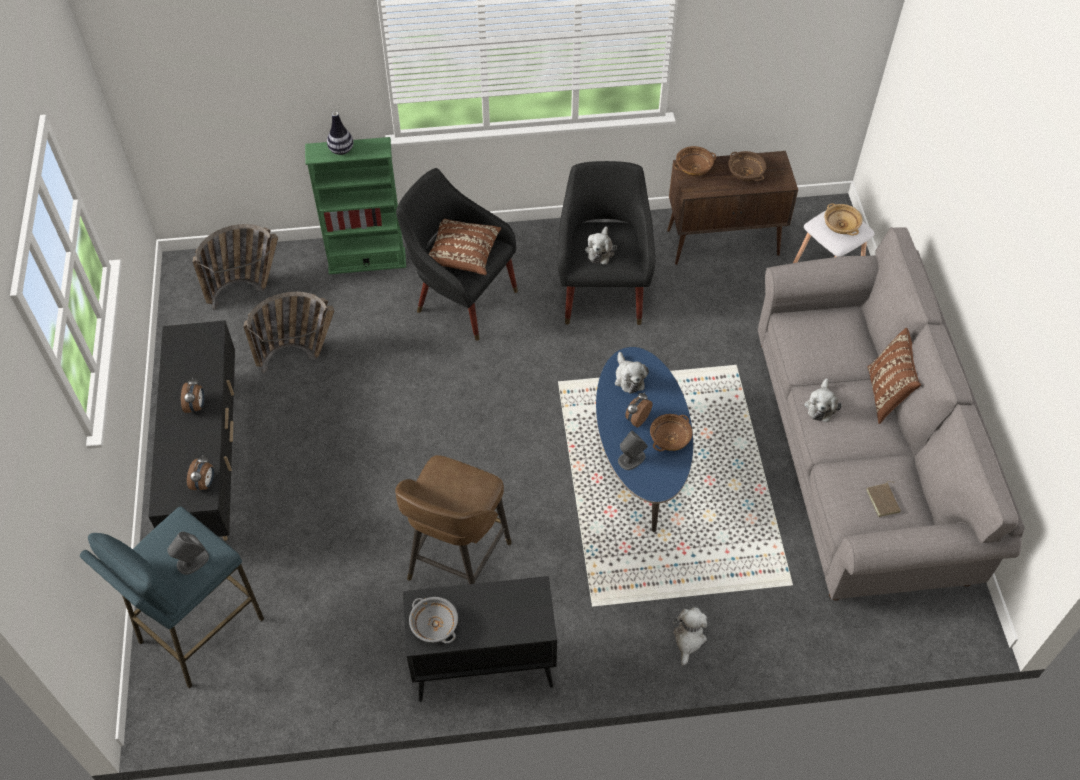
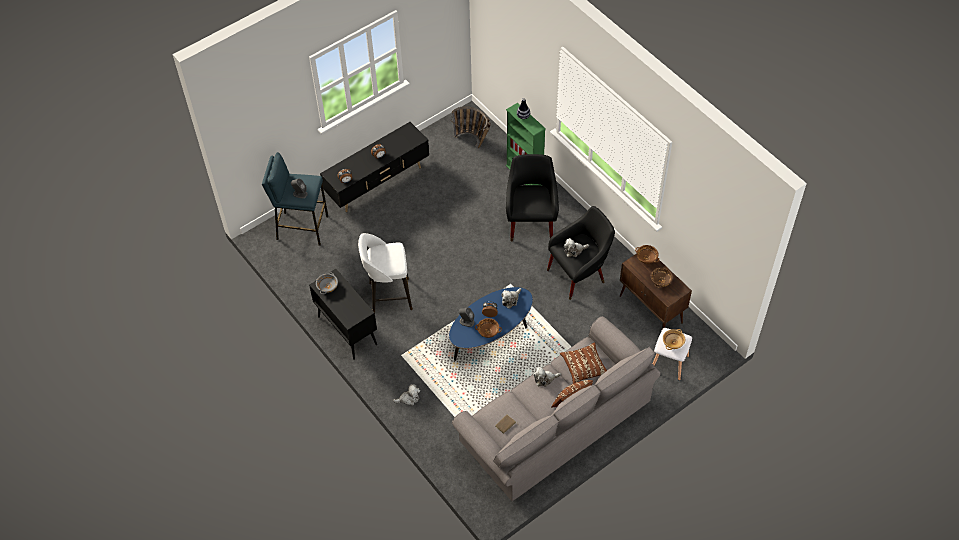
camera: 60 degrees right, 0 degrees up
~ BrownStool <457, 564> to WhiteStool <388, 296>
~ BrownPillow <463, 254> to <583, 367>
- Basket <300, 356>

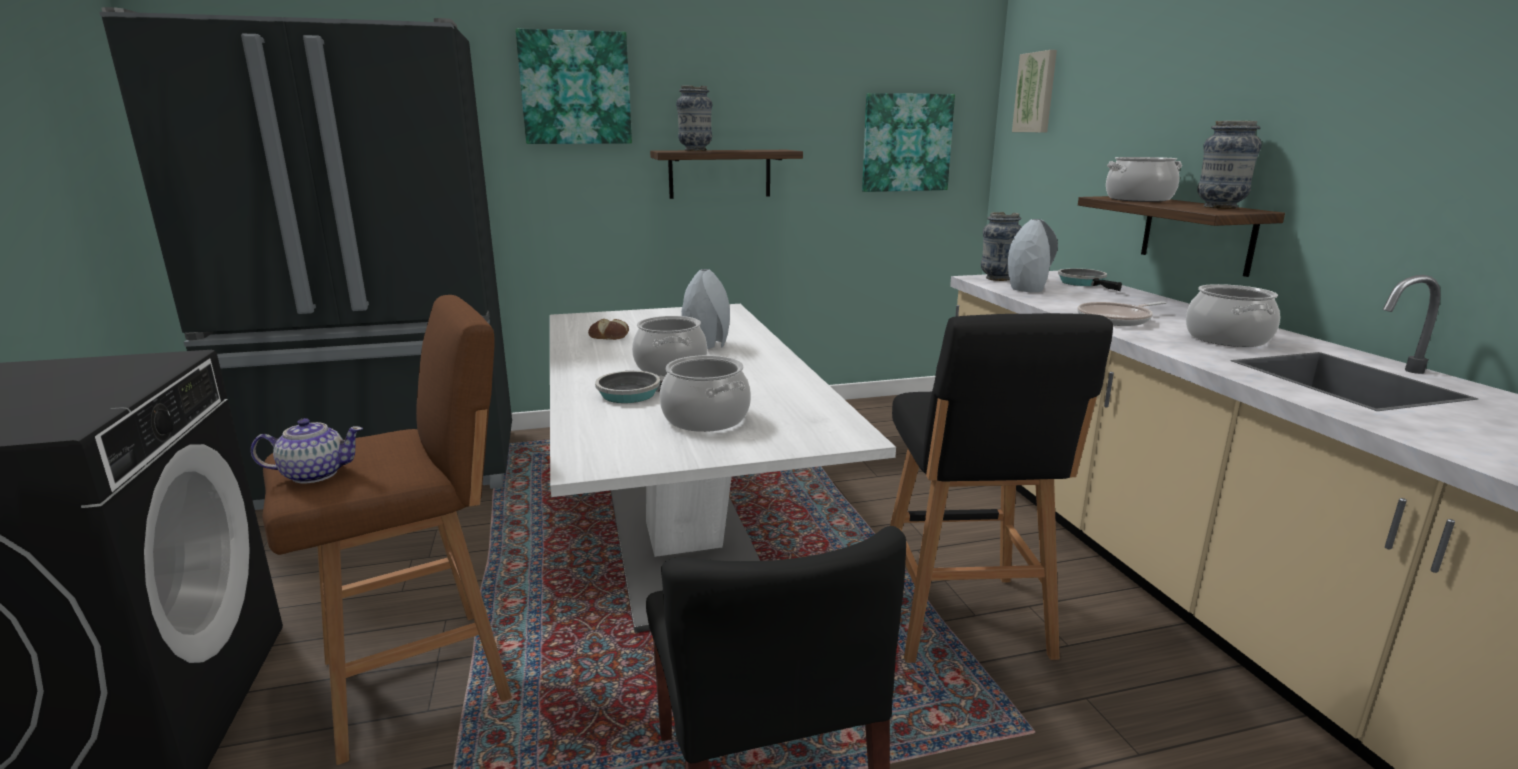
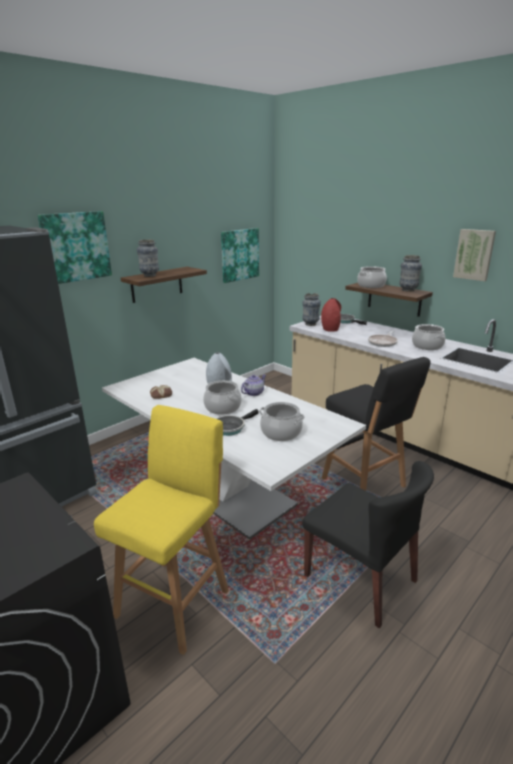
camera: 30 degrees left, 5 degrees up
~ BrownStool <424, 676> to YellowStool <175, 600>
~ Teapot <314, 474> to <253, 393>
~ GreyVase <1027, 289> to RedVase <330, 329>
~ Picture <1036, 92> to <474, 254>

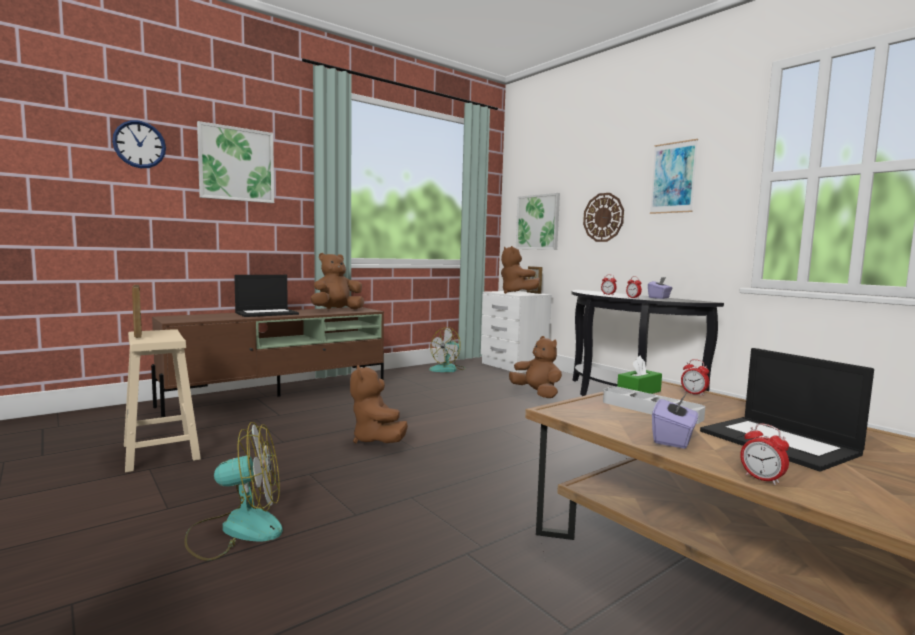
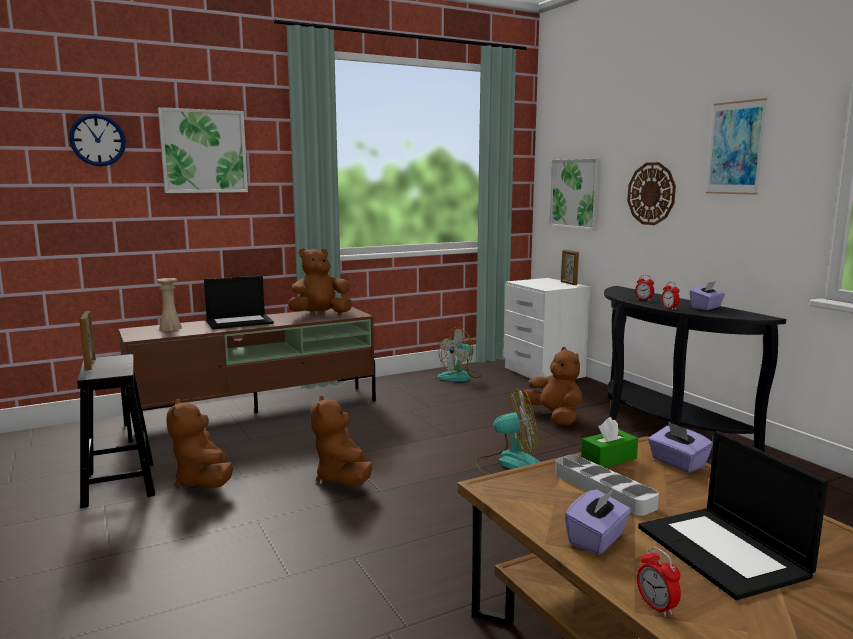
camera: 10 degrees right, 5 degrees up
~ BeigeStool <161, 452> to BlackStool <119, 484>
+ BeigeVase <170, 328>
~ BrownPlushToy <515, 293> to <204, 482>
~ Fan <236, 529> to <508, 464>
~ AlarmClock <693, 393> to PurpleTissueBox <677, 463>

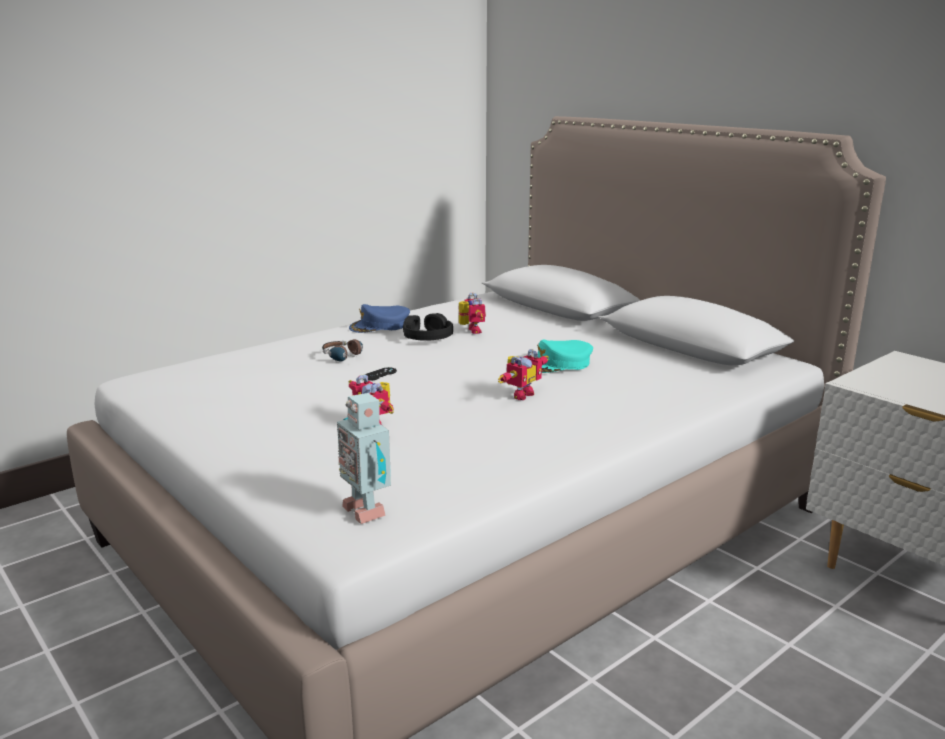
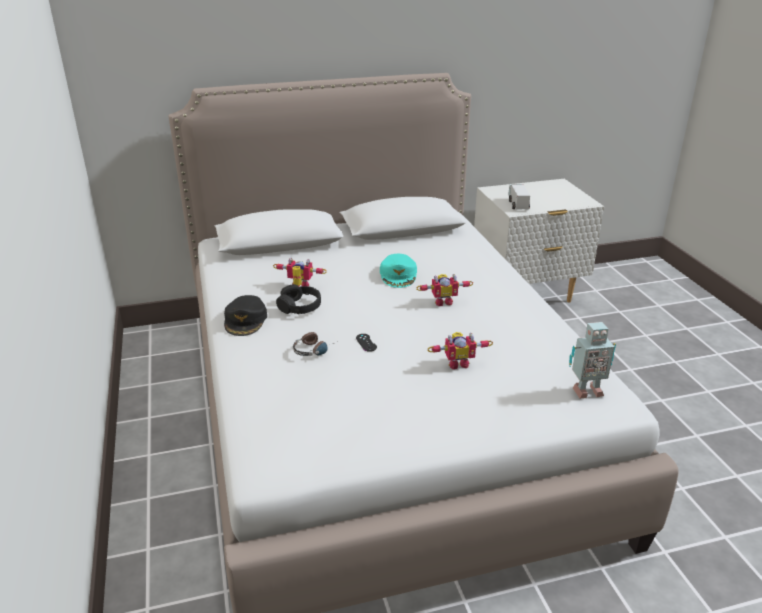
camera: 65 degrees left, 10 degrees up
~ BlueCap <380, 326> to BlackCap <246, 320>
~ ToyRobot <519, 394> = <443, 301> 105 degrees clockwise
+ ToyTruck <518, 204>

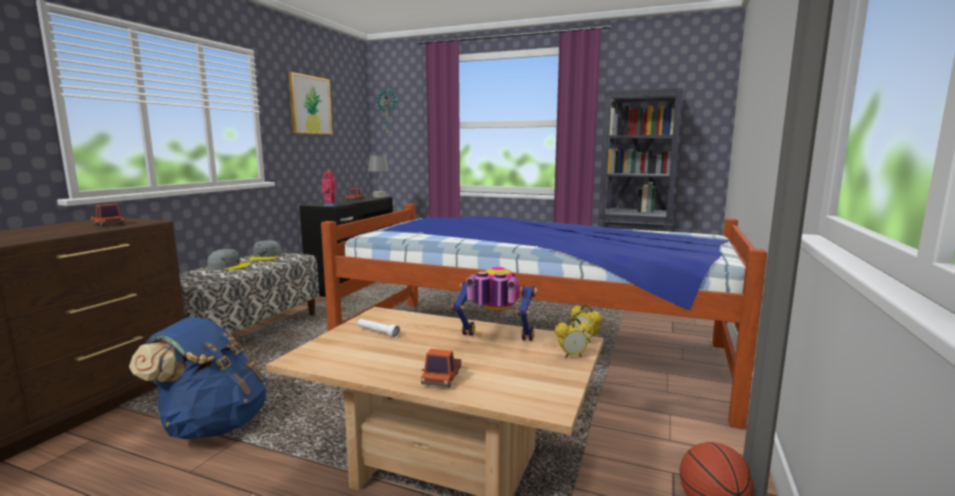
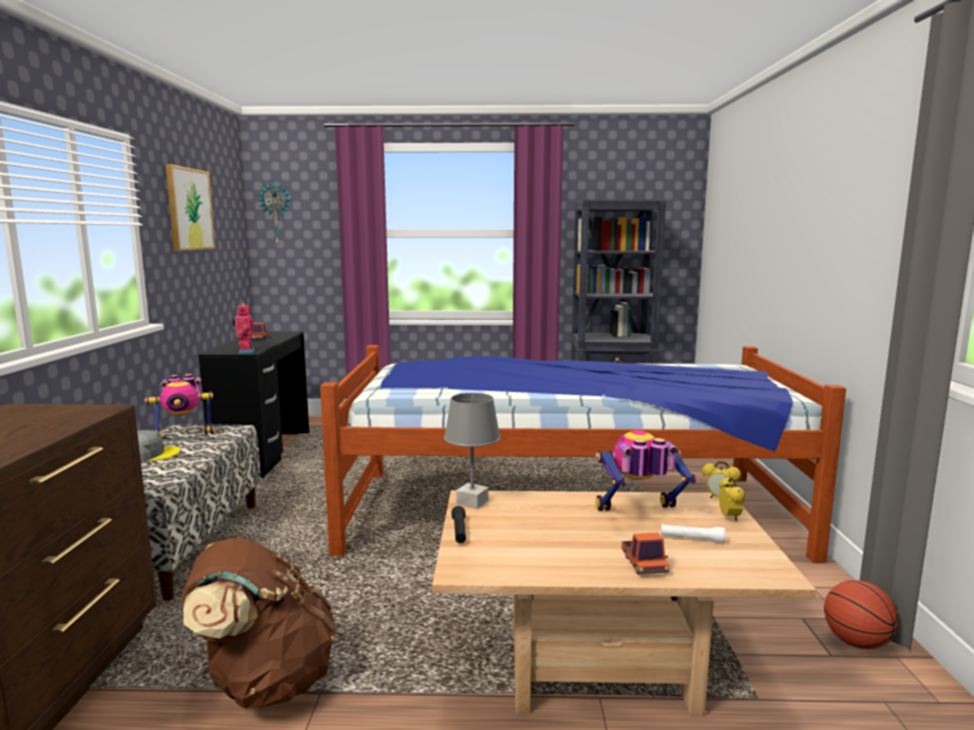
camera: 20 degrees left, 0 degrees up
~ GreyCap <266, 256> to ToyRobot <184, 434>
~ BlueBackpack <212, 425> to BrownBackpack <265, 682>
~ GreyTableLamp <379, 197> to <471, 502>
+ BlackFlashlight <459, 531>
~ WhiteFlashlight <378, 332> to <691, 539>
~ AlarmClock <572, 356> = <729, 517> 60 degrees counterclockwise
- ToyTruck <108, 224>

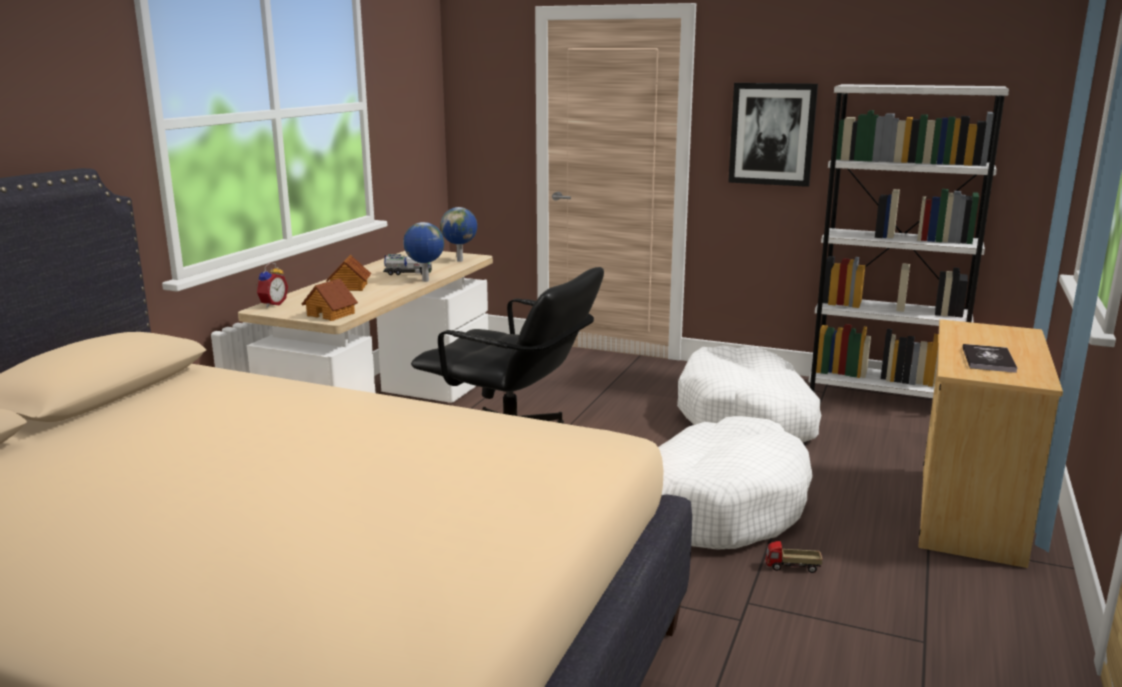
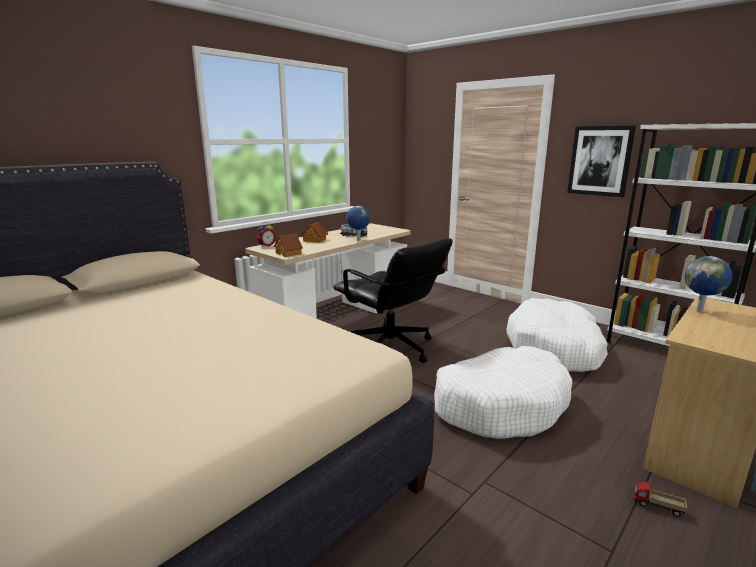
camera: 20 degrees right, 0 degrees up
~ ToyTruck <792, 568> to <657, 507>
~ Globe <460, 261> to <700, 311>
- Book <988, 360>

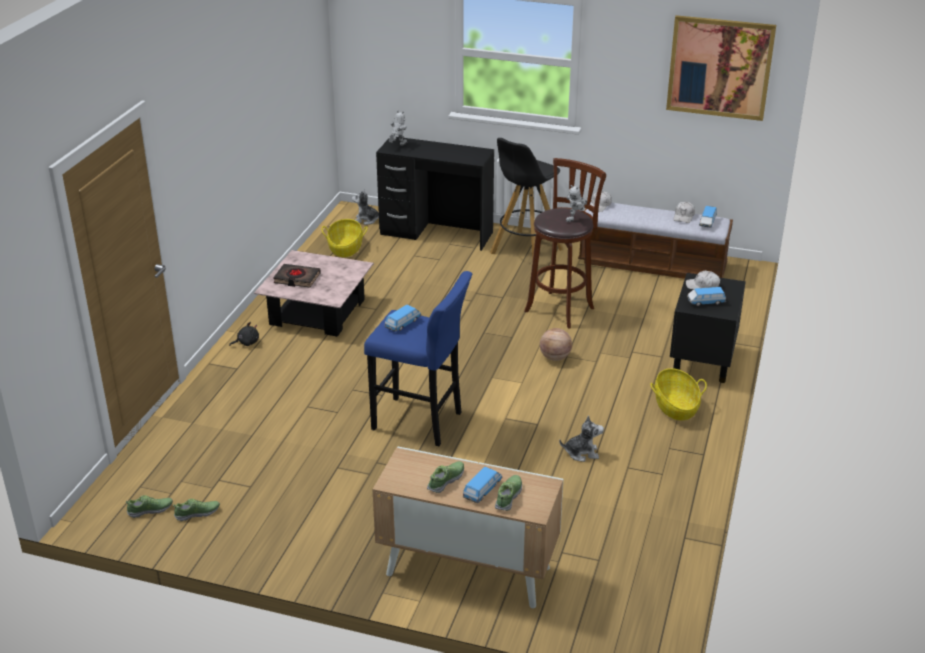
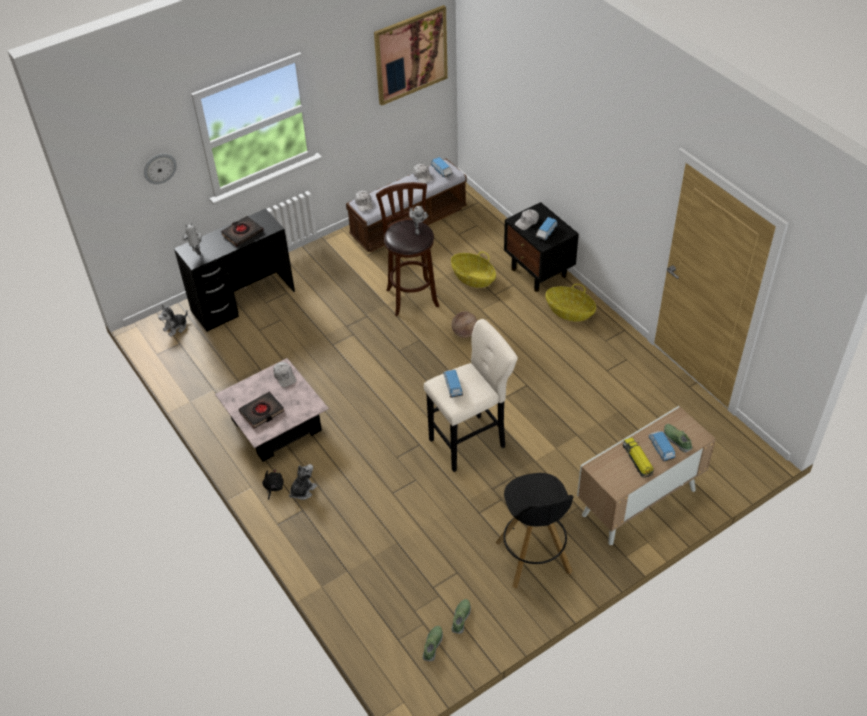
camera: 50 degrees left, 15 degrees up
+ WallClock <159, 168>
+ BlackBook <242, 233>
+ WhiteCap <285, 376>
~ PlushToy <581, 453> to <303, 490>
~ BlueStool <421, 422> to BeigeStool <470, 441>
~ Basket <345, 248> to <473, 278>
~ BlackStool <525, 252> to <534, 558>
~ Shoe <446, 480> to ToyTruck <637, 460>

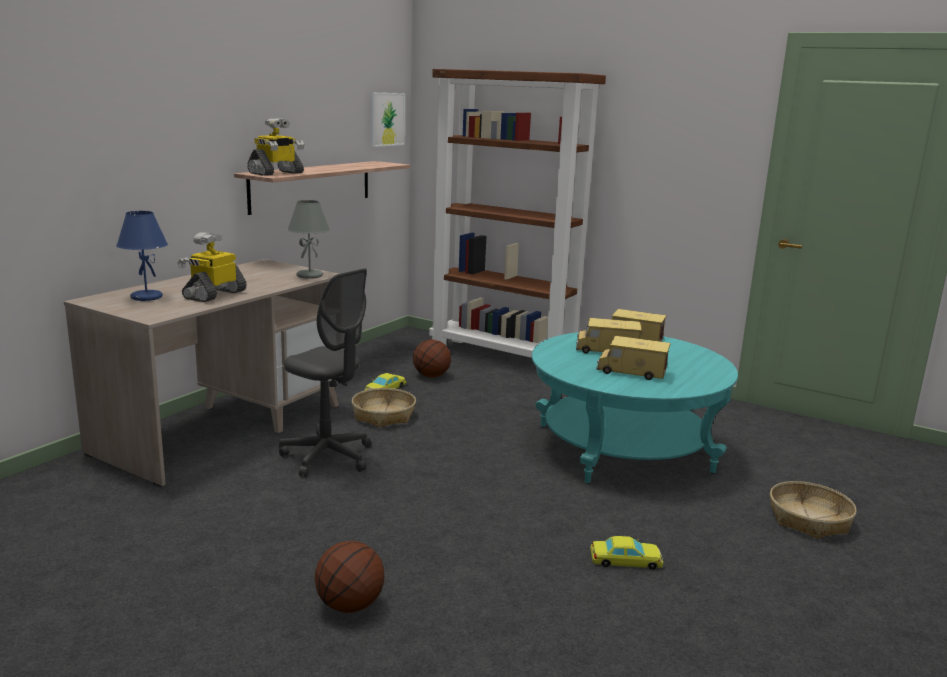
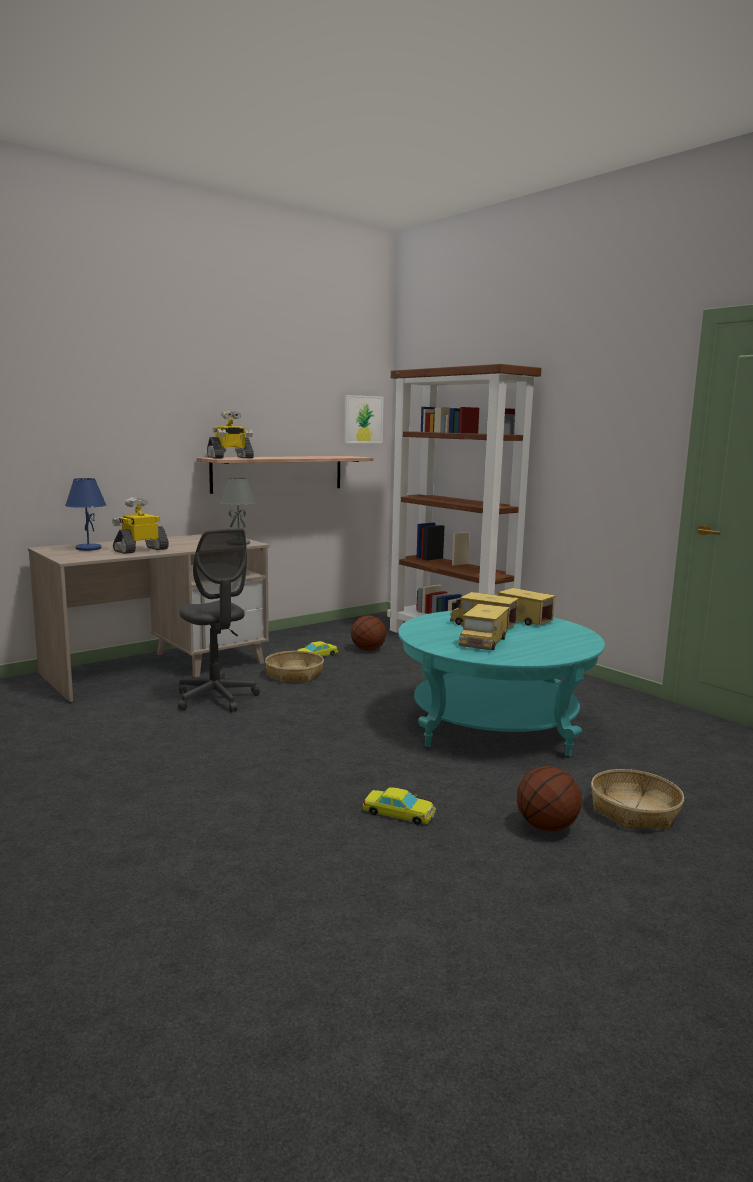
camera: 20 degrees right, 5 degrees down
~ ToyTruck <631, 372> = <483, 642> 105 degrees counterclockwise
~ Basketball <349, 605> to <546, 827>

